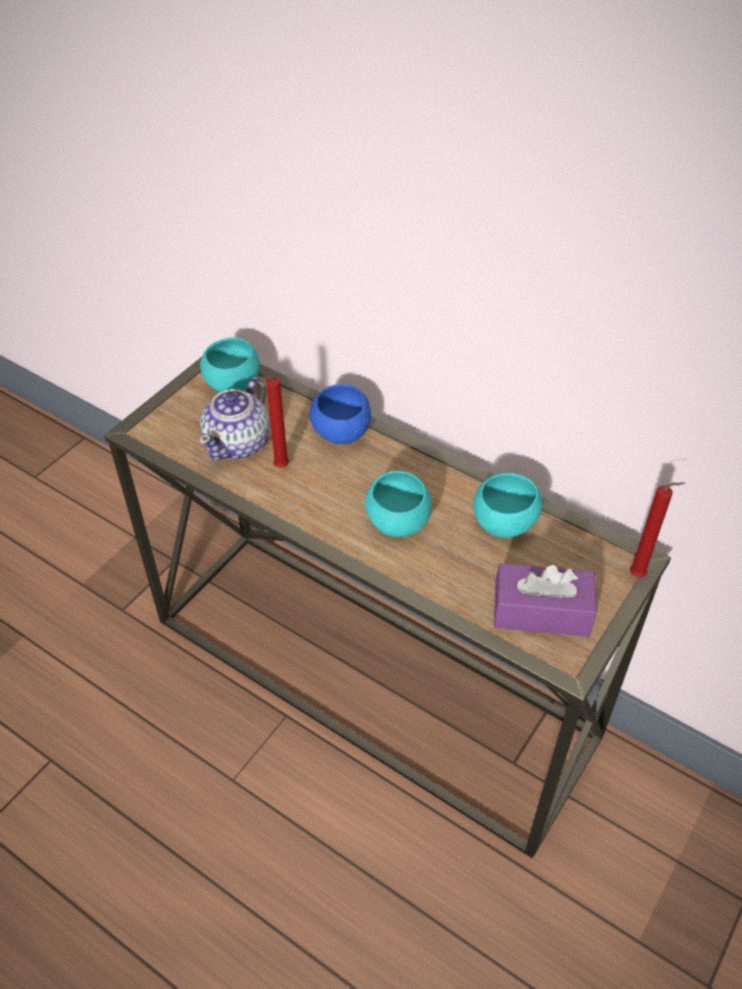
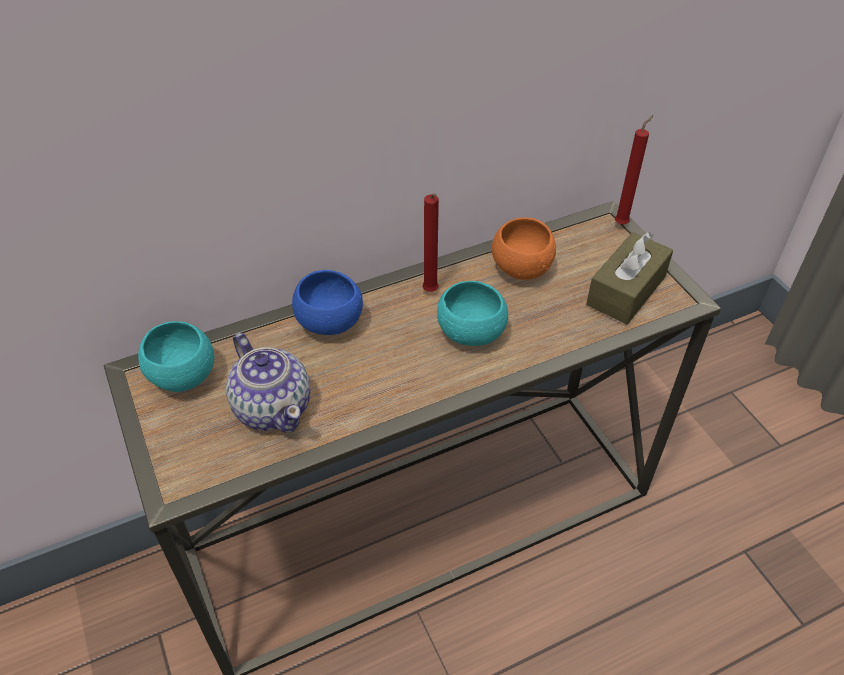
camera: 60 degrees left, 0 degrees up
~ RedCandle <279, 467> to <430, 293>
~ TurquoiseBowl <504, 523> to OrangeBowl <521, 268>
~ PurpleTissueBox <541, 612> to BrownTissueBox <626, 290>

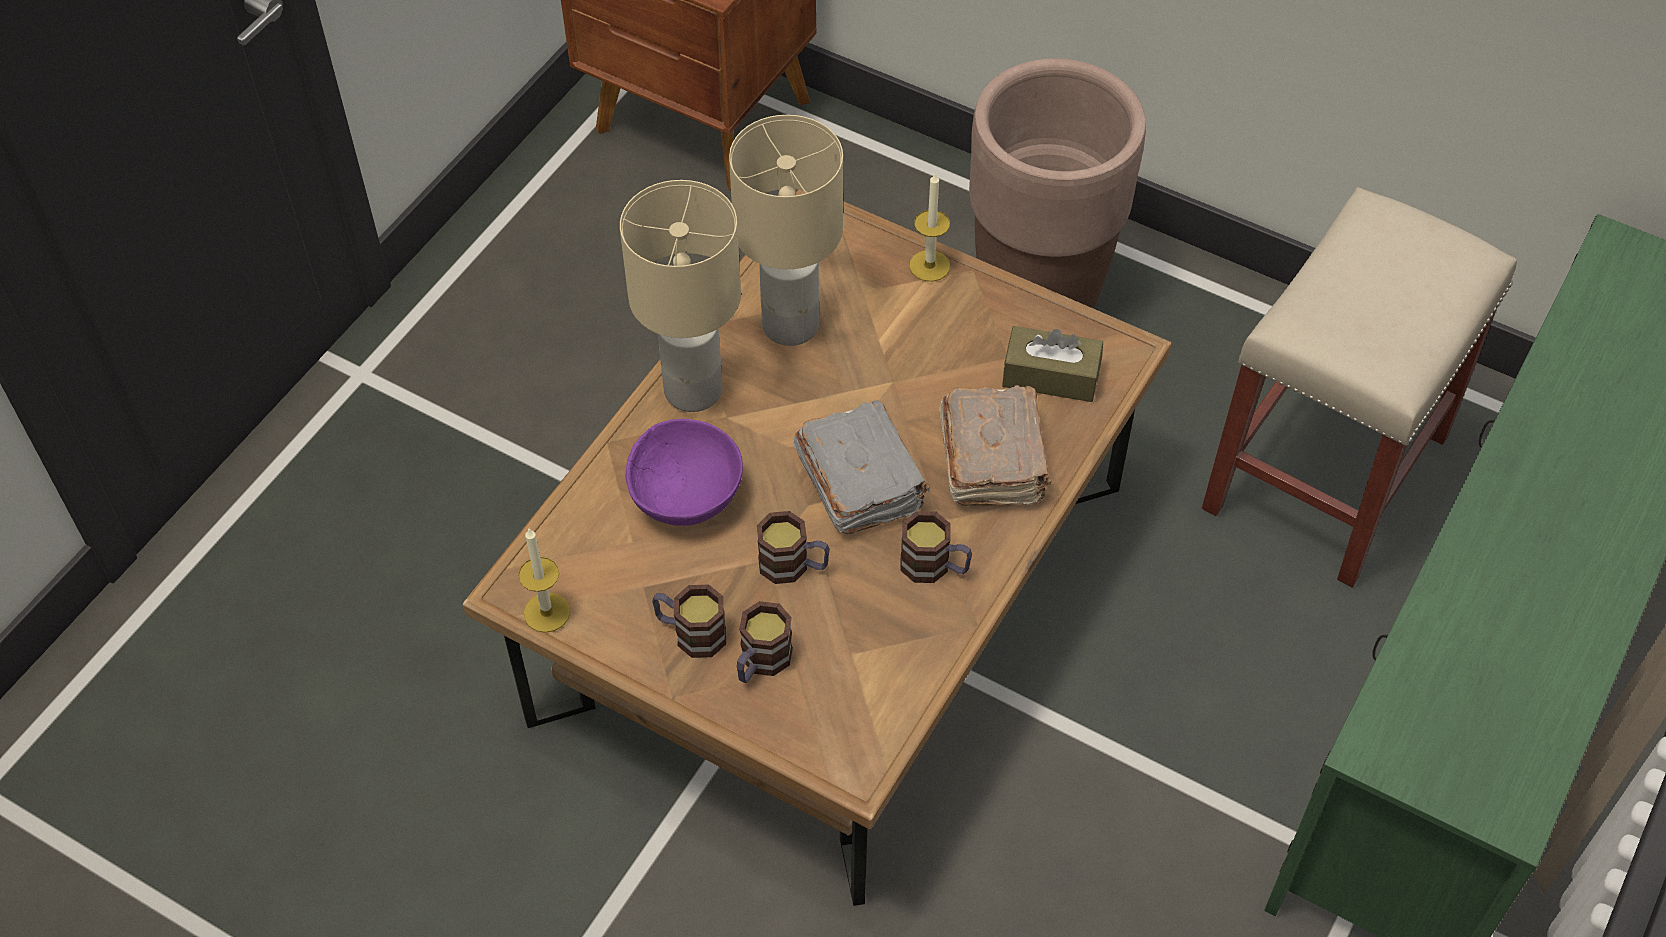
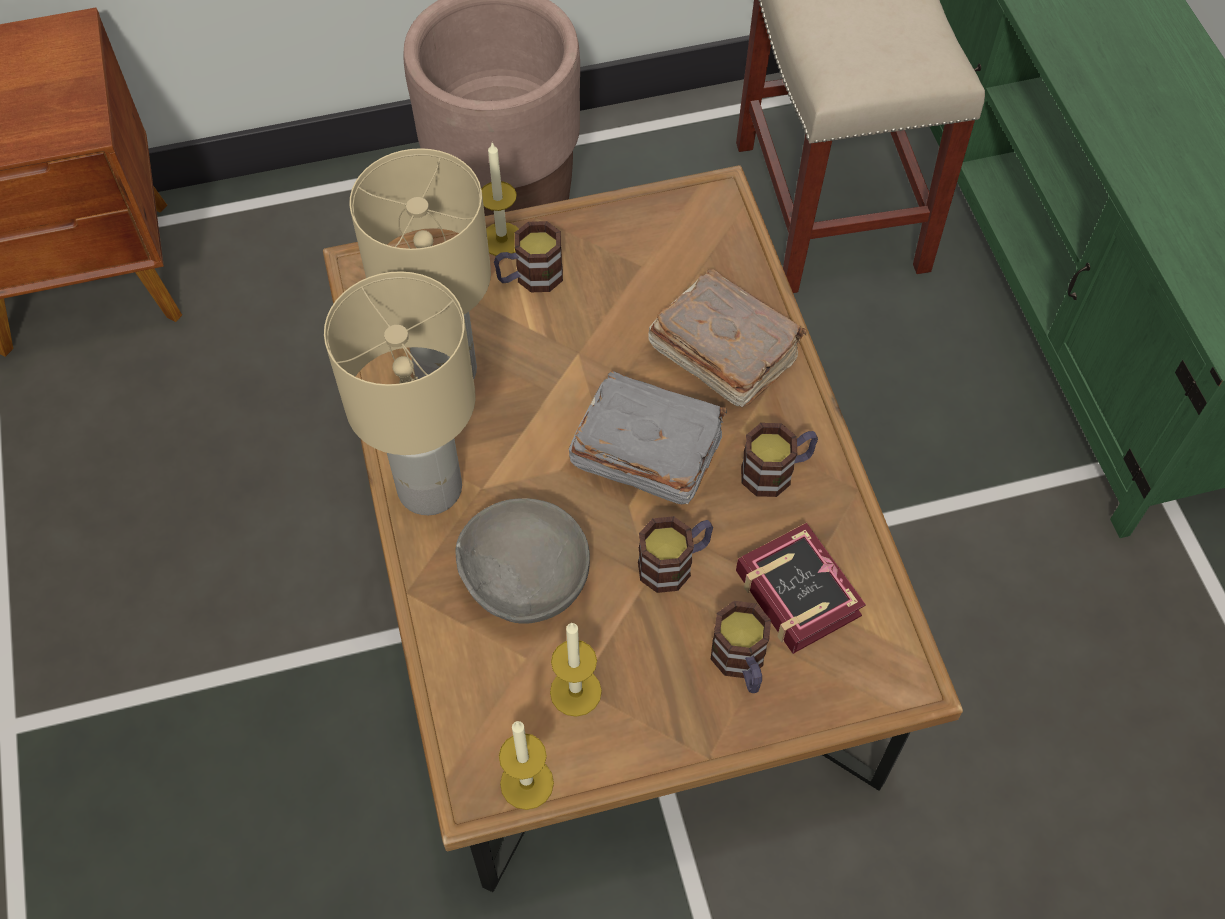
camera: 45 degrees left, 5 degrees up
~ PurpleBowl <686, 498> to GreyBowl <527, 582>
~ Mug <690, 633> to <530, 277>
+ Candle <575, 692>
+ Book <797, 588>
- BrownTissueBox <1050, 376>

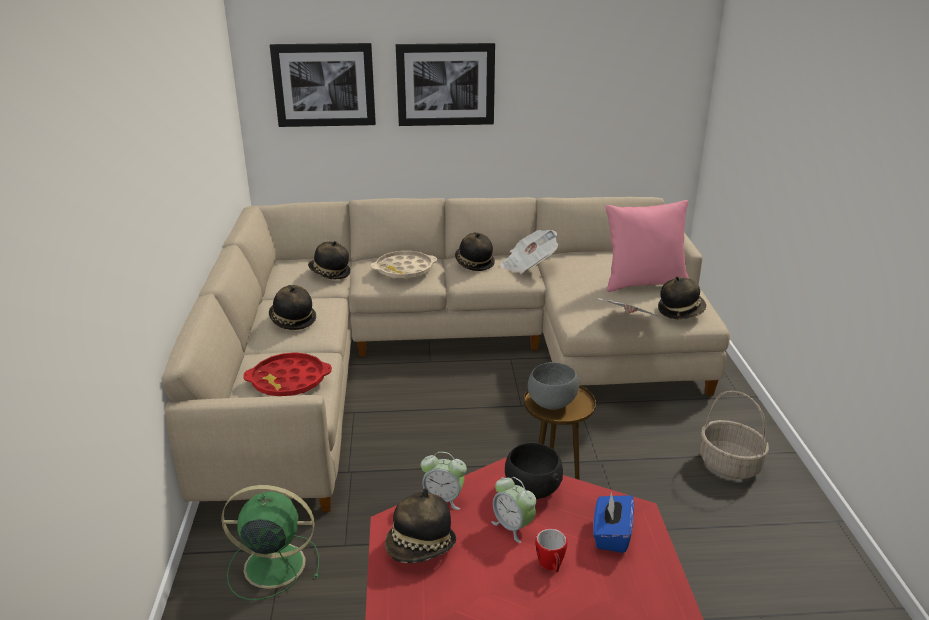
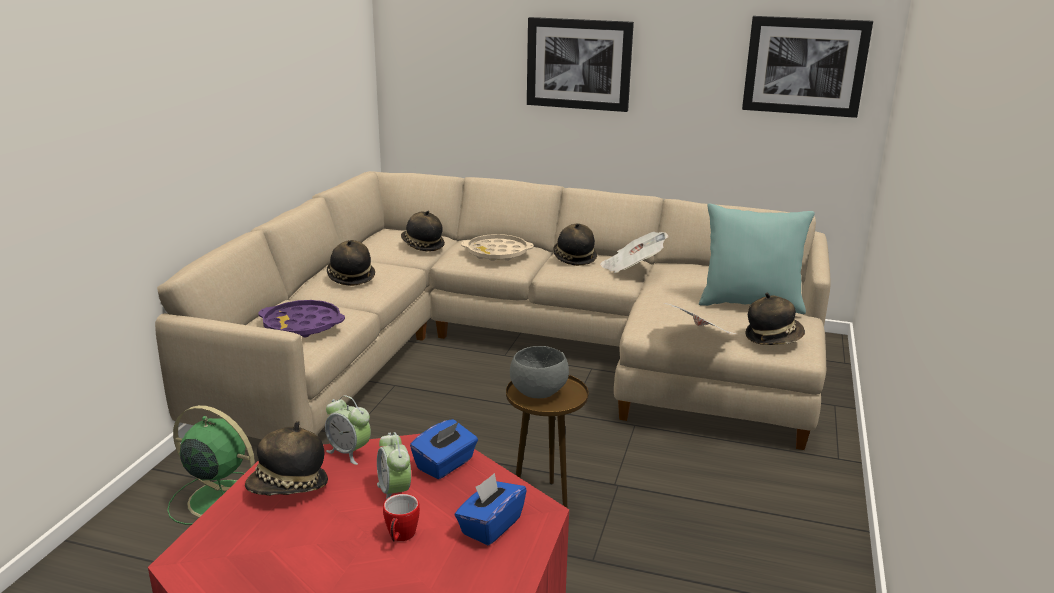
camera: 20 degrees right, 5 degrees down
~ RedTray <289, 381> to PurpleTray <302, 325>
~ BlackBowl <532, 489> to BlueTissueBox <445, 464>
~ PinkPillow <643, 283> to TurquoisePillow <750, 304>
~ Picture <324, 85> to <805, 66>
- Basket <728, 464>

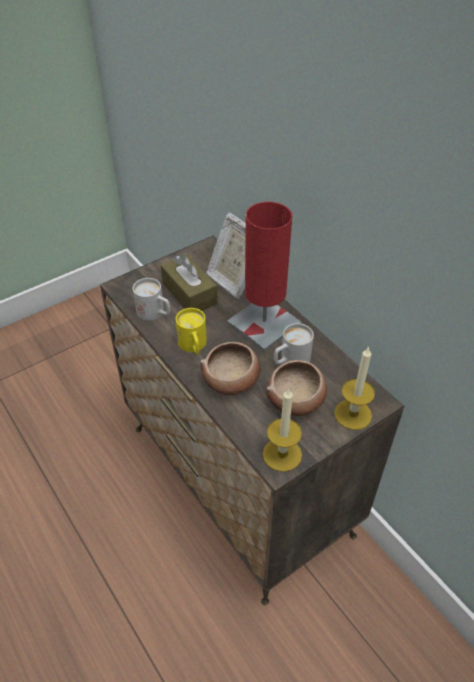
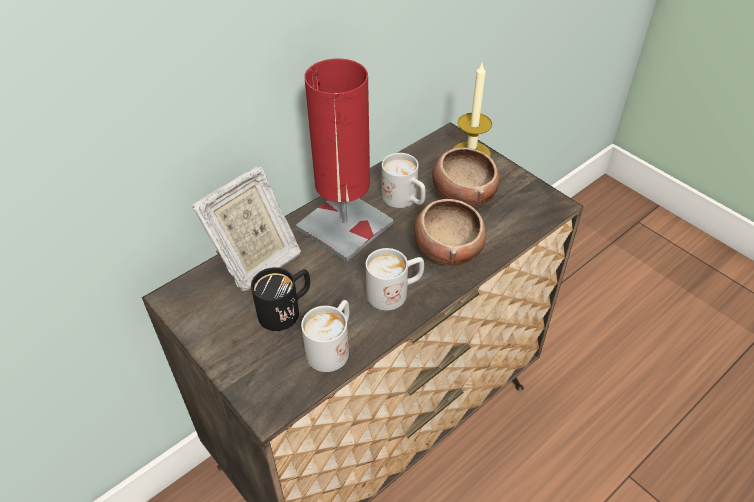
camera: 95 degrees left, 0 degrees up
~ BrownTissueBox <189, 293> to BlackMug <286, 309>
~ YellowMug <193, 346> to WhiteMug <395, 292>
- Candle <282, 454>

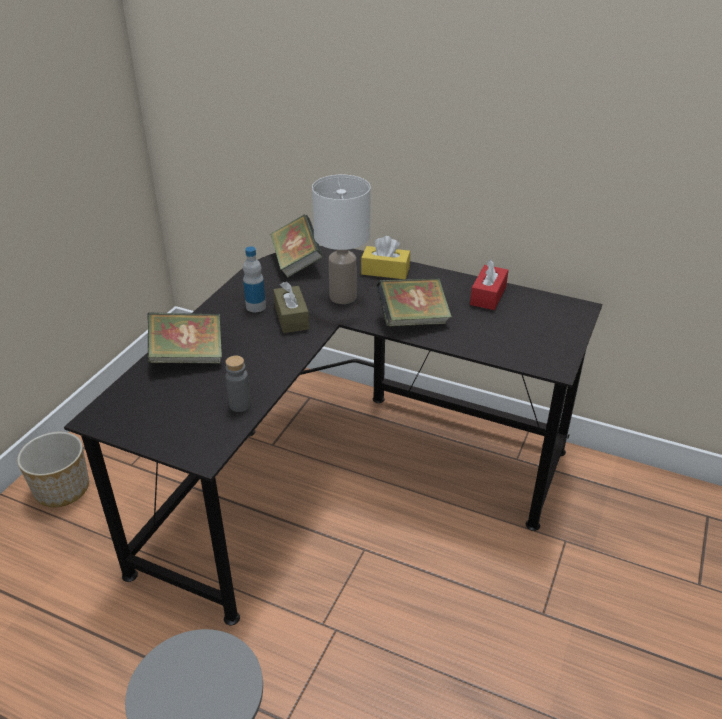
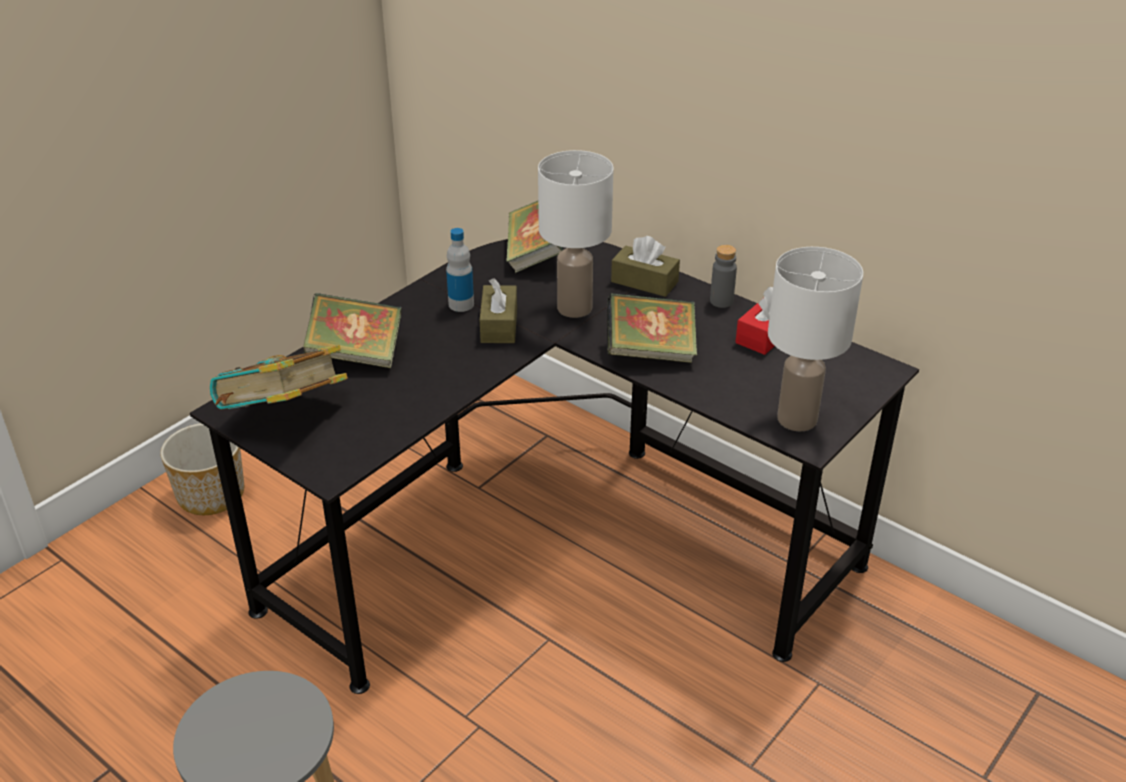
camera: 15 degrees right, 0 degrees up
+ Book <284, 416>
~ YellowTissueBox <385, 271> to BrownTissueBox <644, 282>
~ GreyBottle <240, 405> to <721, 301>
+ WhiteTableLamp <796, 418>

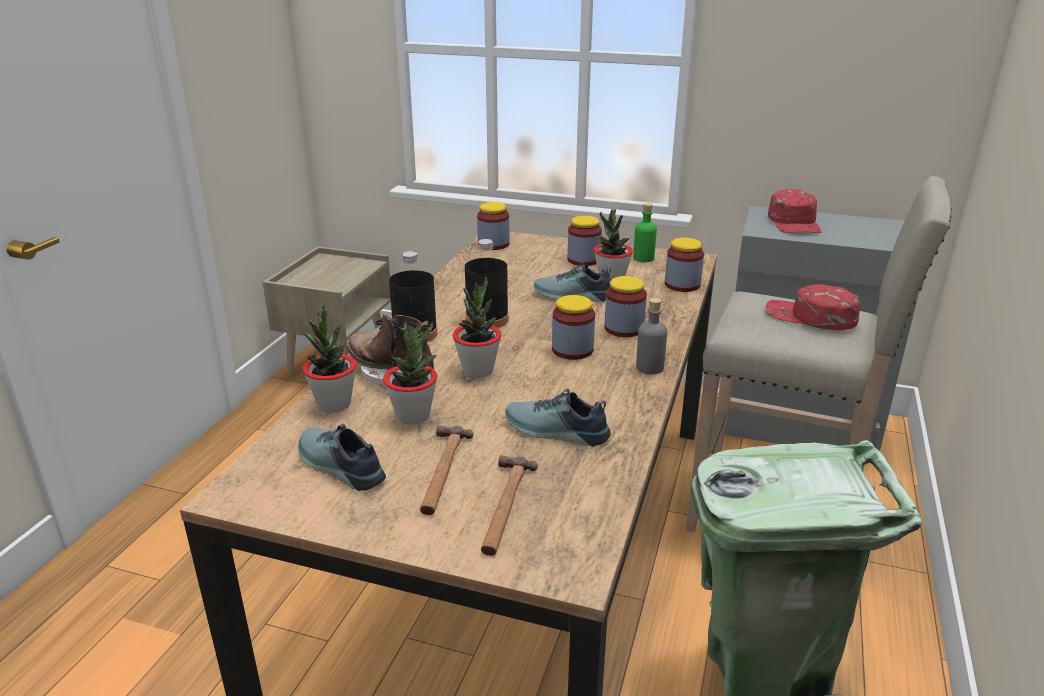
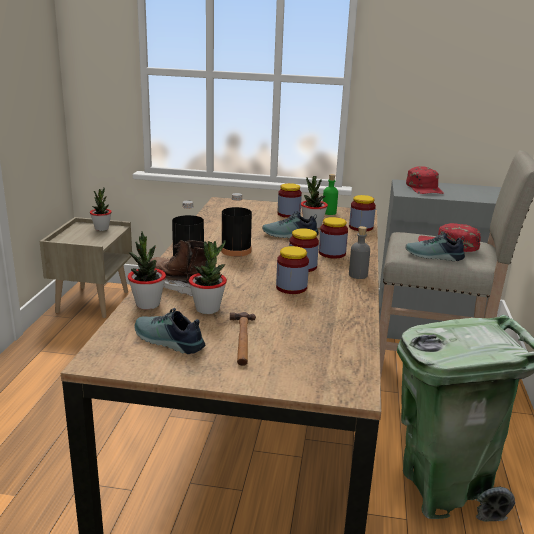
camera: 10 degrees left, 5 degrees down
~ PottedPlant <478, 370> to <101, 229>
~ Jar <493, 244> to <291, 287>
~ Shoe <555, 432> to <434, 256>
- Hammer <504, 506>

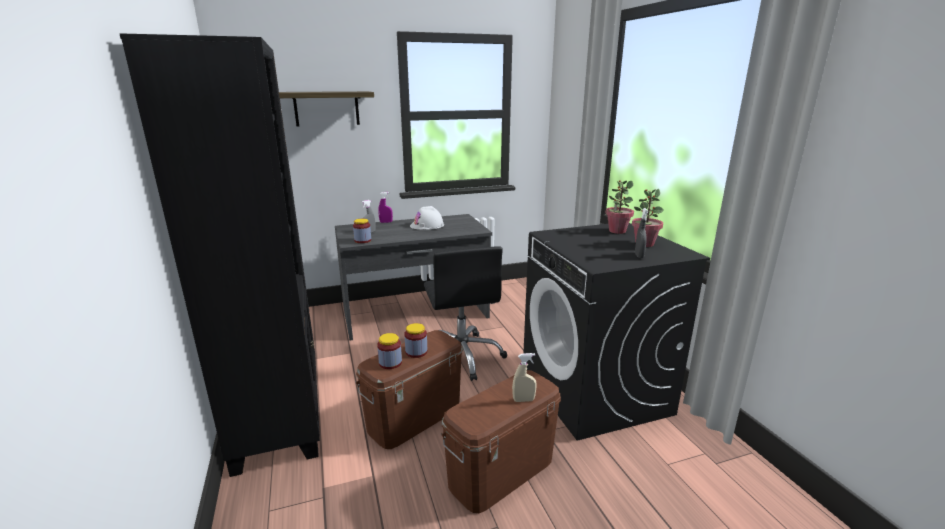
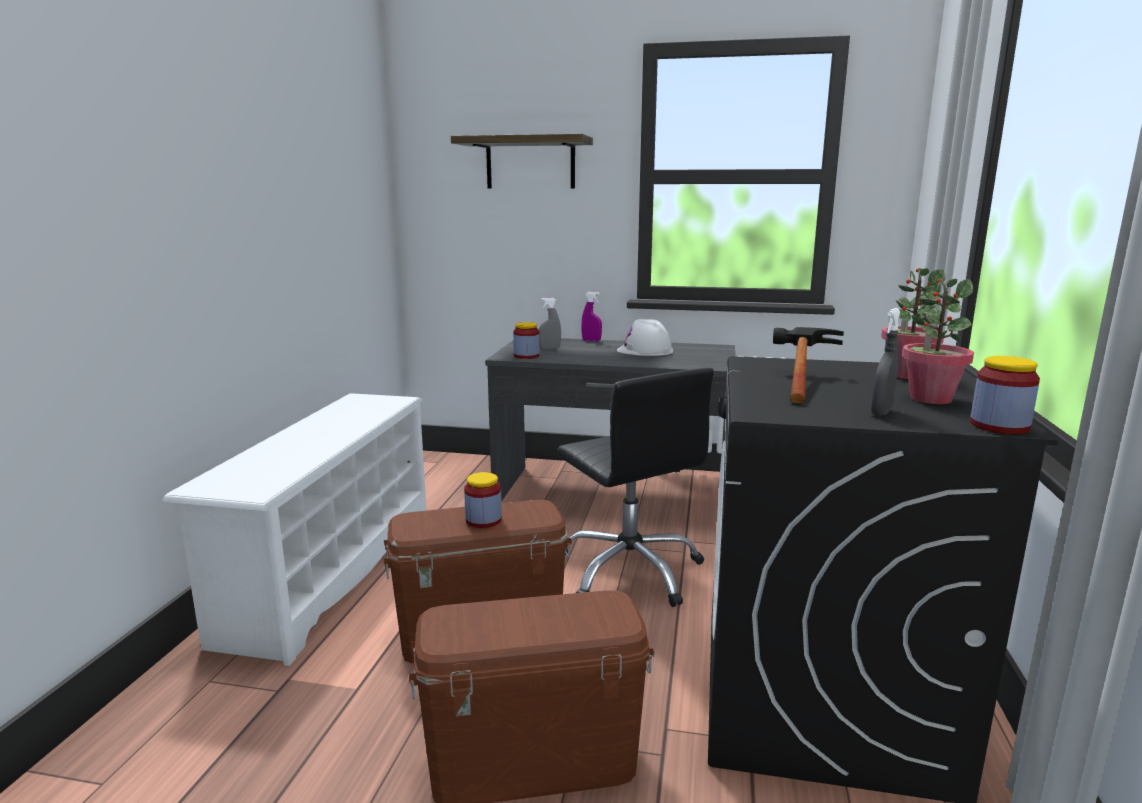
camera: 30 degrees right, 5 degrees down
~ BlackBookcase <280, 413> to WhiteShoeRack <330, 571>
~ BlackOfficeChair <462, 356> = <630, 570> 45 degrees counterclockwise
+ Hammer <798, 381>
~ Jar <390, 363> to <999, 426>
- BeigeSprayBottle <523, 400>

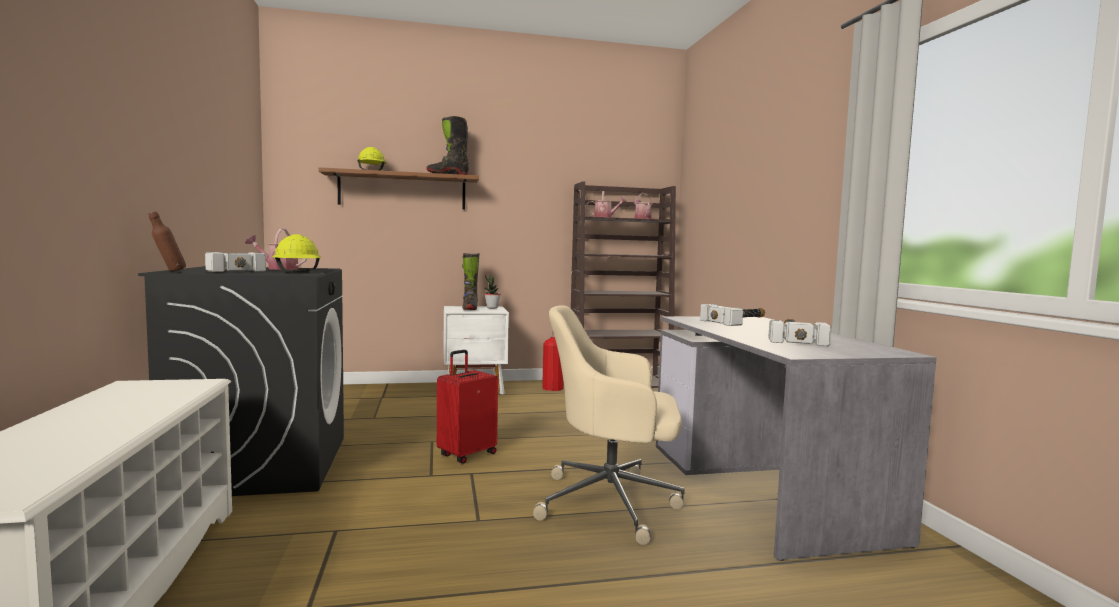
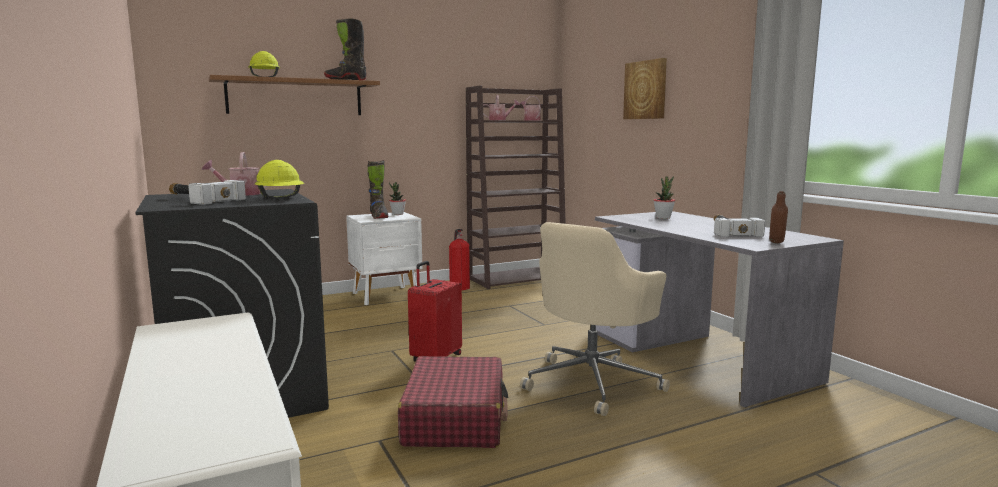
camera: 15 degrees left, 5 degrees up
+ RedSuitcase <455, 418>
~ BeigeOfficeChair <612, 503> = <593, 382> 45 degrees counterclockwise
+ Picture <646, 90>
~ Hammer <738, 322> to PottedPlant <663, 218>
~ BrownBottle <168, 271> to <776, 243>

